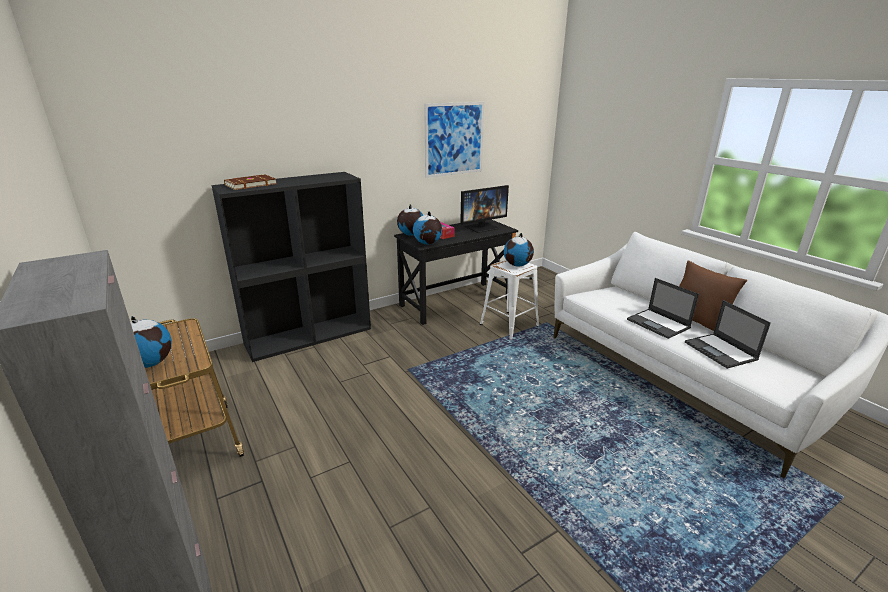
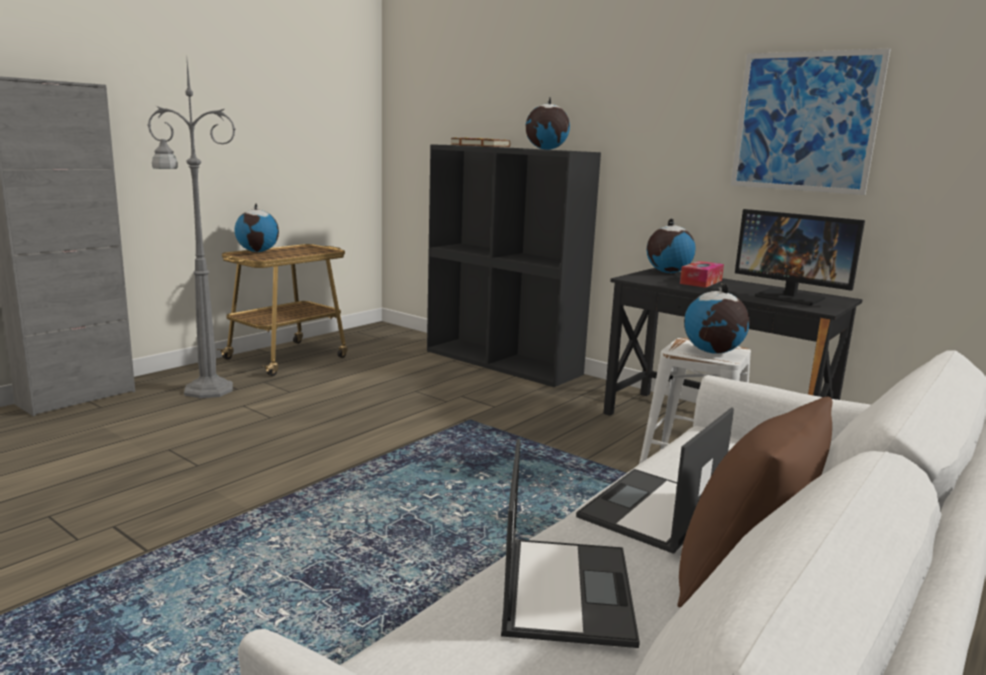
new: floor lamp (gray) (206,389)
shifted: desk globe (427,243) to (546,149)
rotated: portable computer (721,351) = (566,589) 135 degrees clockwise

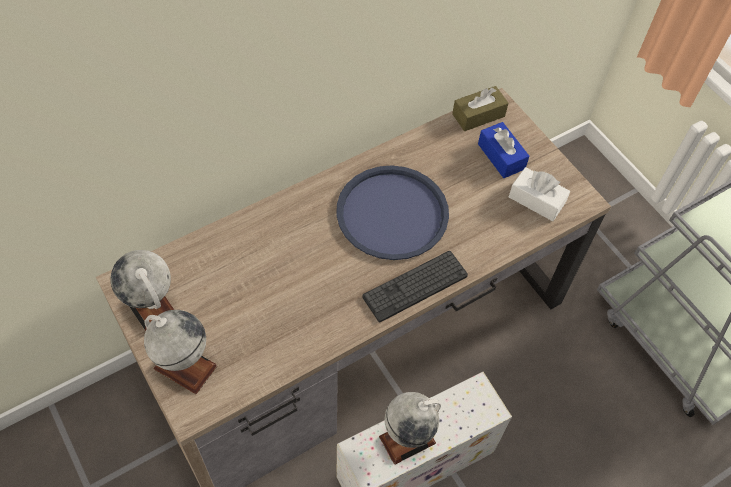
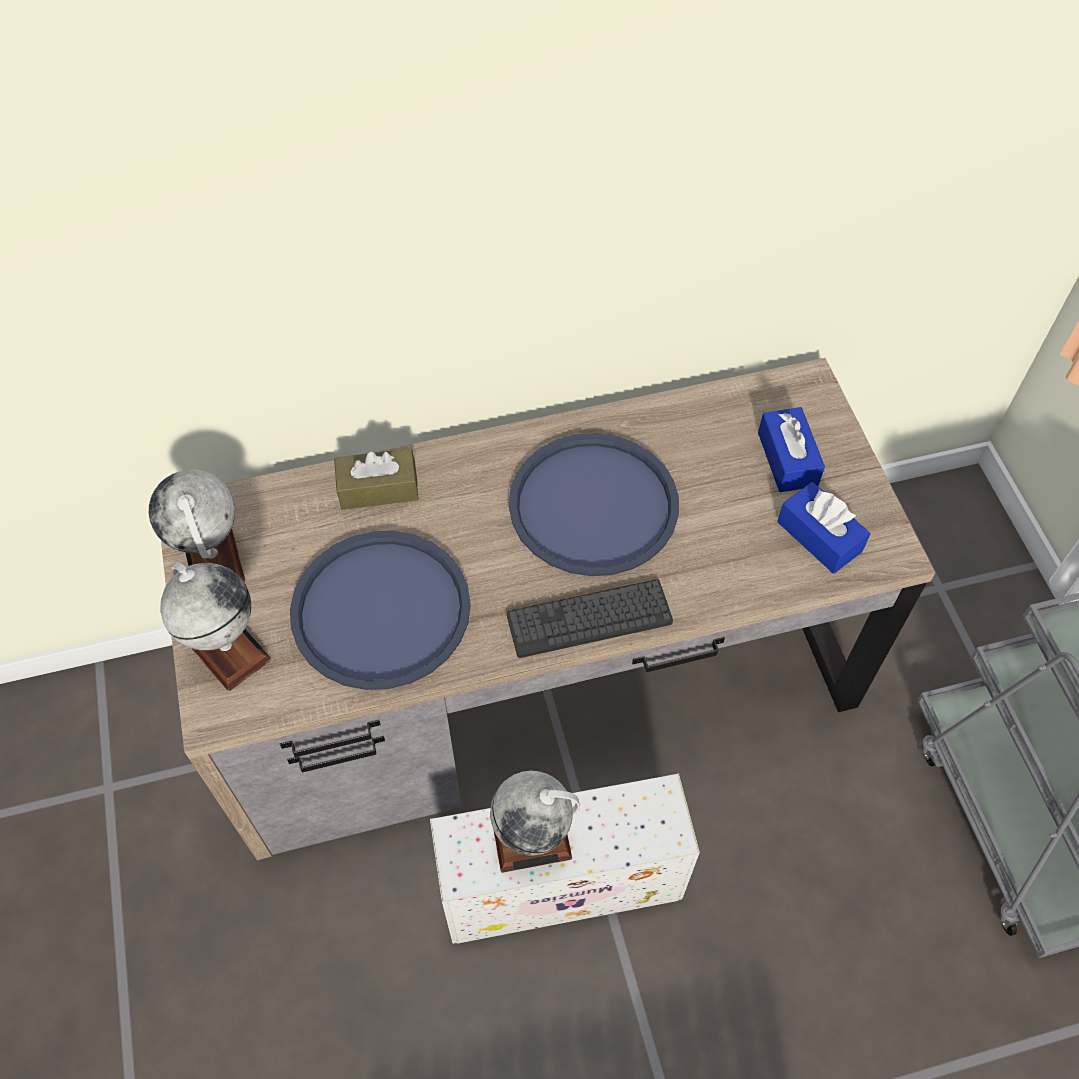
new: serving tray (bluish) (381,611)
shifted: box of tissues (brownish) (478,115) to (378,488)
repainted: box of tissues (whitish) (536,200) to box of tissues (bluish) (819,536)

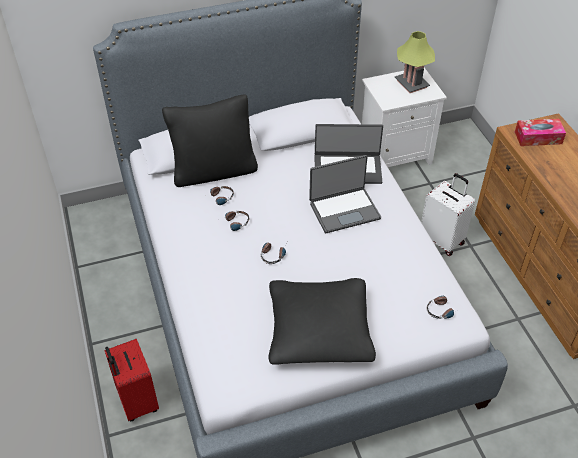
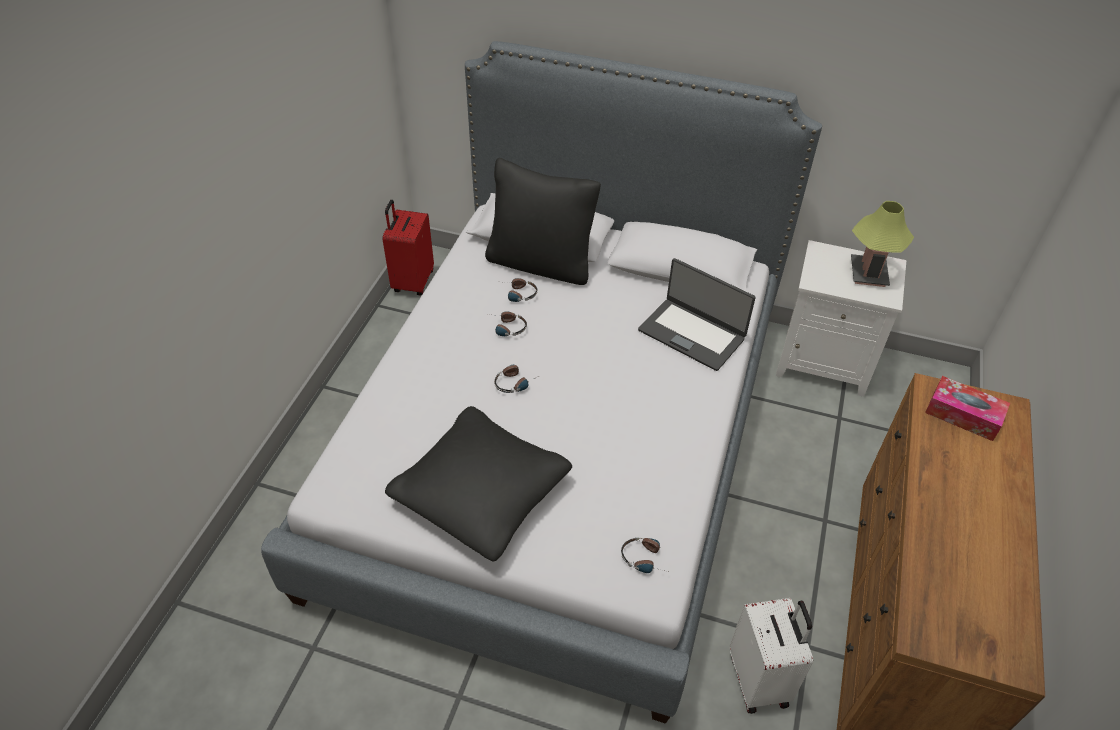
gone: portable computer (344,210)
shifted: travel case (red) (136,402) to (412,282); travel case (whitish) (442,240) to (760,680)

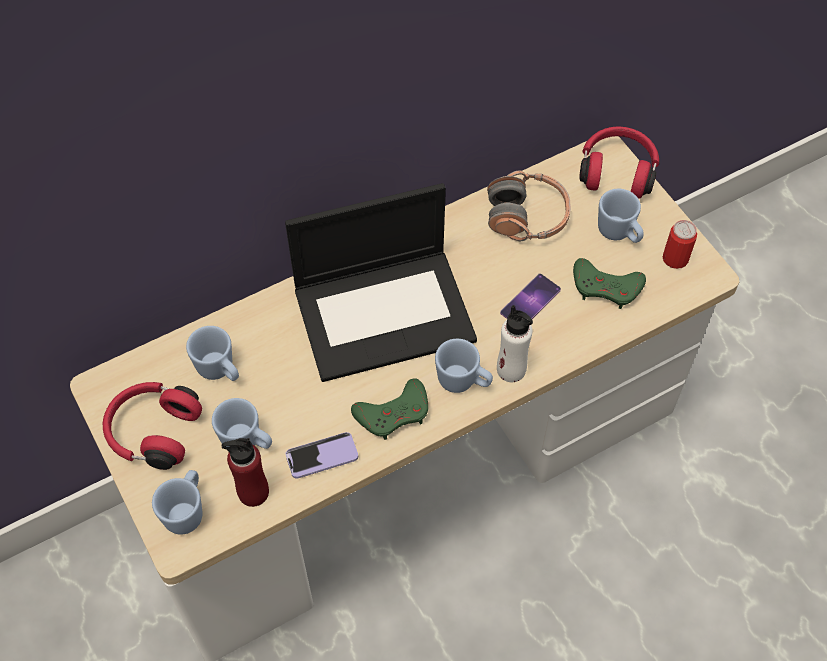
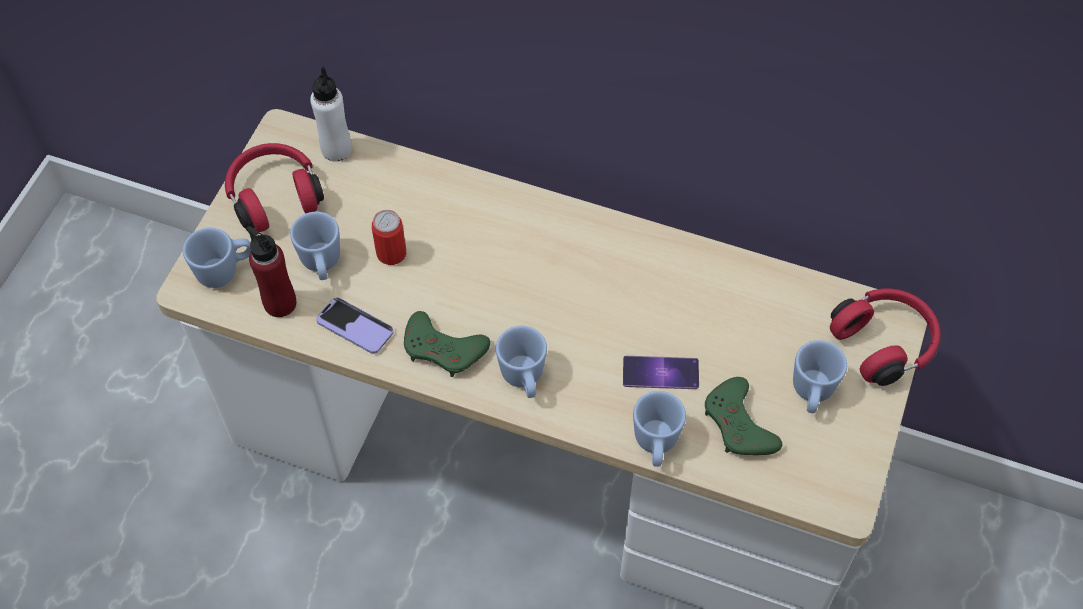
gone: portable computer (385,312); pair of headphones (527,216)
shifted: bottle (whitish) (511,369) to (336,149); metal can (675,258) to (391,253); tea mug (bluish) (220,371) to (655,445)

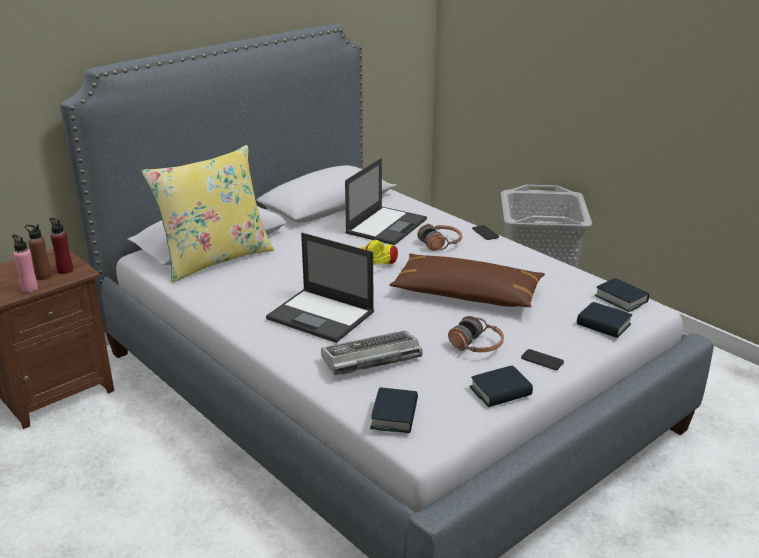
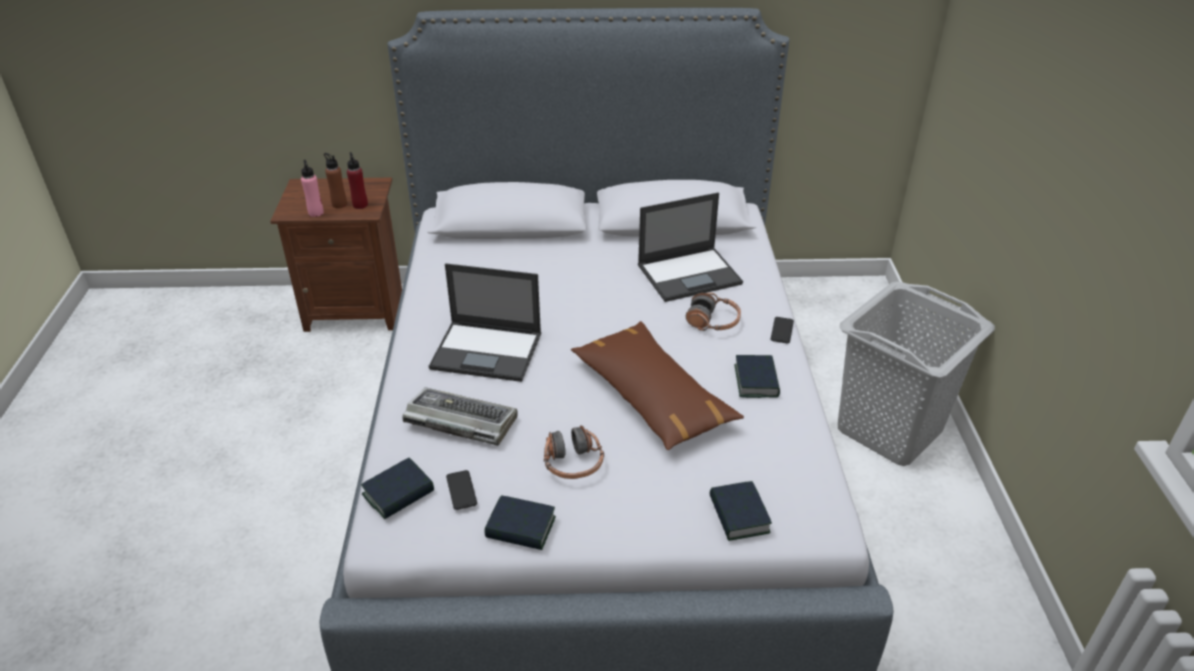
gone: cushion (yellow) (215,259); pair of headphones (yellow) (376,265)
shifted: phone (542,360) to (461,490); volume (621,299) to (756,381)
rotated: portable computer (322,316) = (488,351) 60 degrees counterclockwise

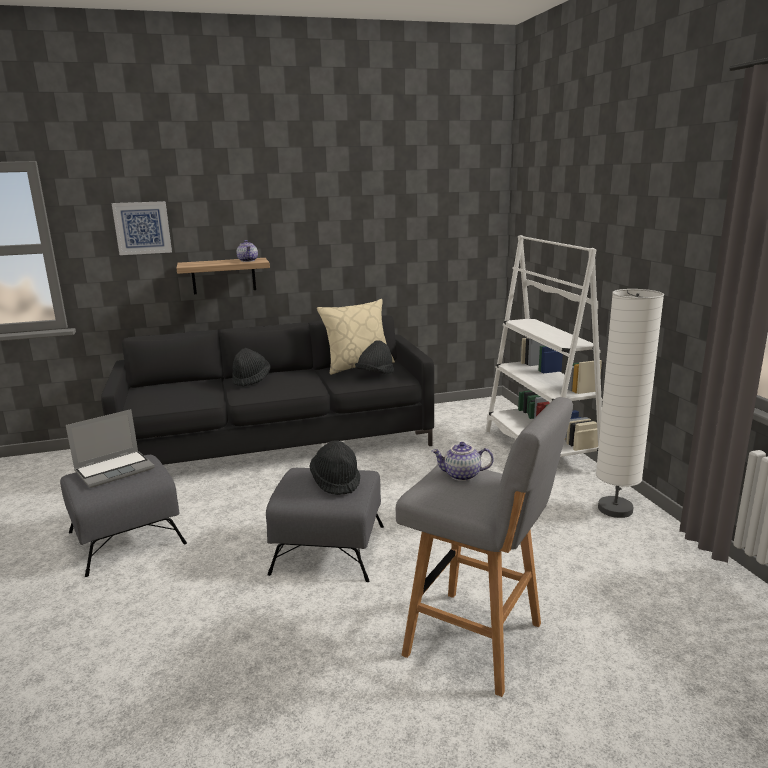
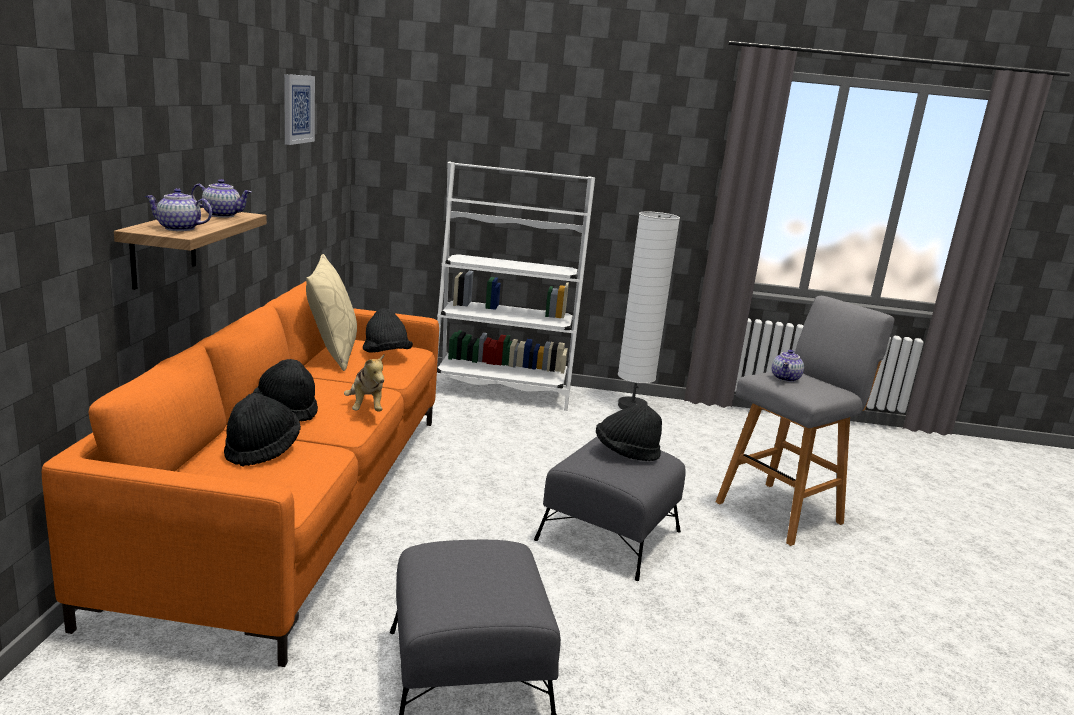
gone: portable computer (115,469)
new: tea pot (178,228); wearable hat (black) (262,450); soft toy (366,408)
shifted: wall art (142,228) to (297,109)
repainted: sofa (black) (279,444) to sofa (orange-coloured) (297,501)

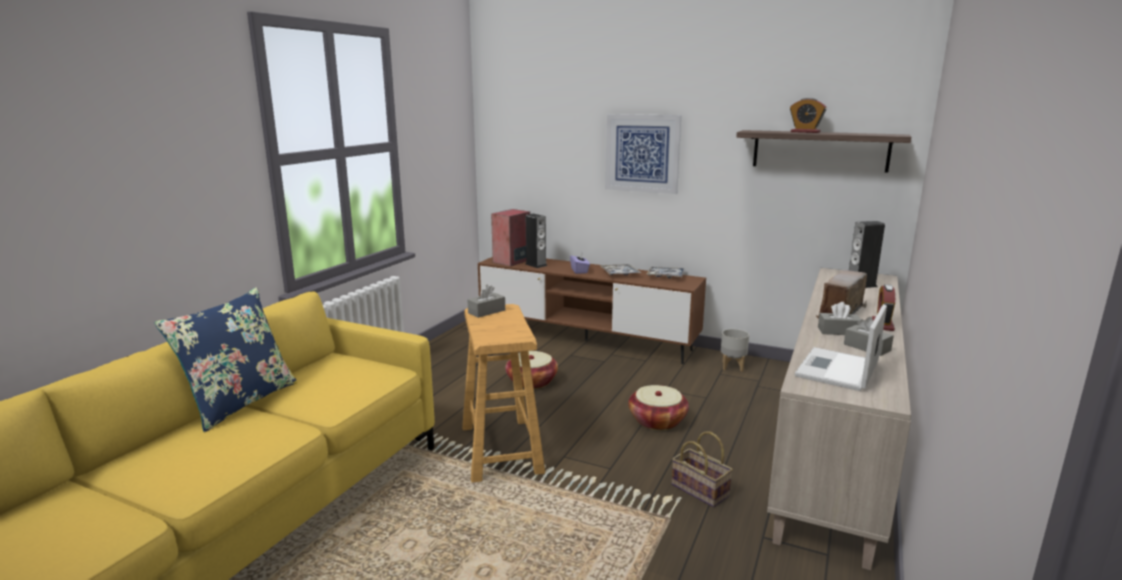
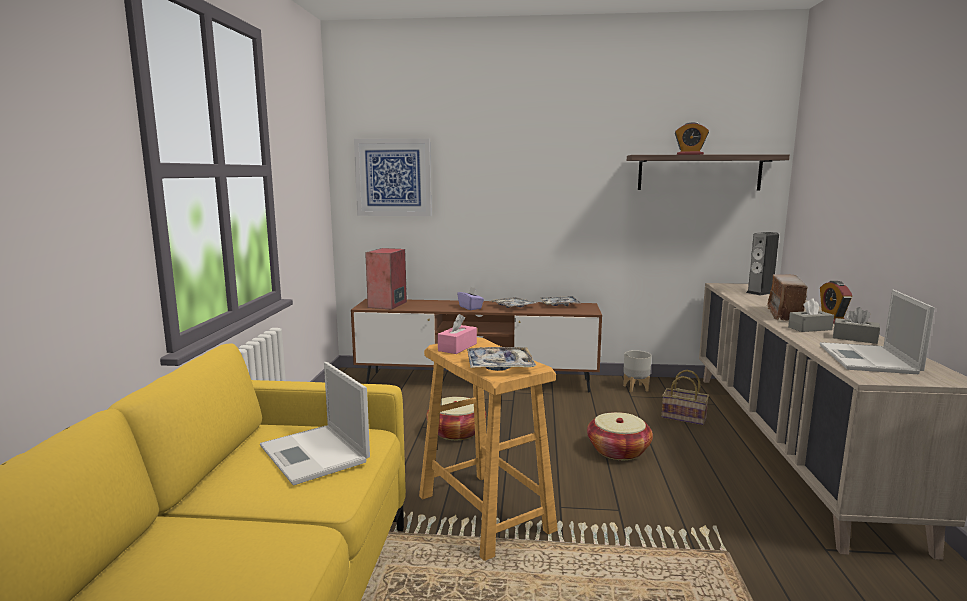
gone: cushion (bluish) (240,402); speaker (536,265)
new: portable computer (315,454); serving tray (499,366)
shifted: wall art (642,153) to (393,177); household basket (701,490) to (685,417)
repainted: box of tissues (gray) (486,311) to box of tissues (pink-coloured) (457,347)

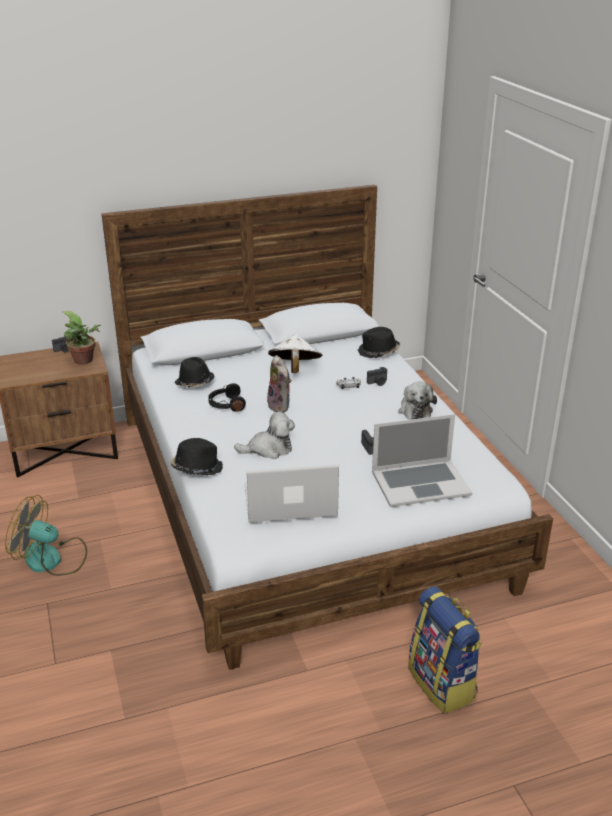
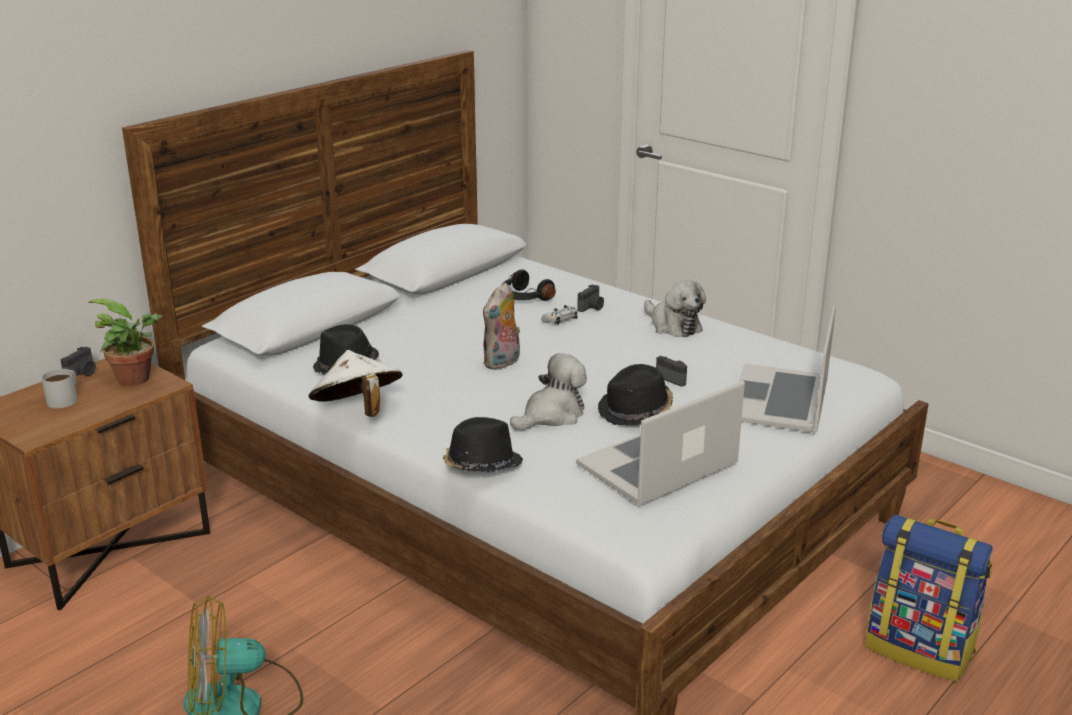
new: tea mug (whitish) (65,398)
shifted: wearable hat (whitish) (294,369) to (357,412); pair of headphones (black) (226,405) to (524,298); wearable hat (black) (378,352) to (636,411)
rotated: soft toy (280,406) = (502,363) 90 degrees clockwise; portable computer (420,482) = (780,399) 150 degrees clockwise

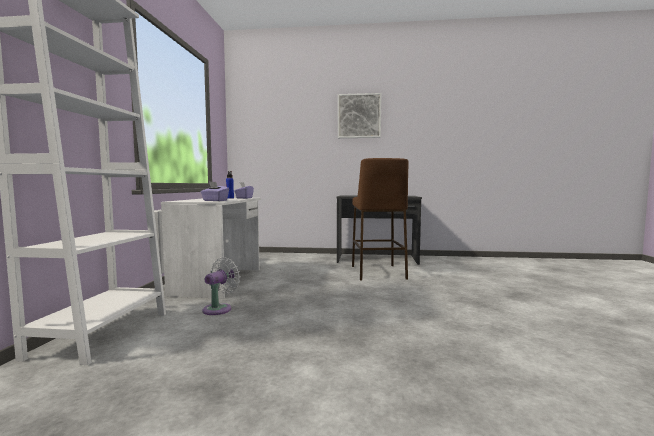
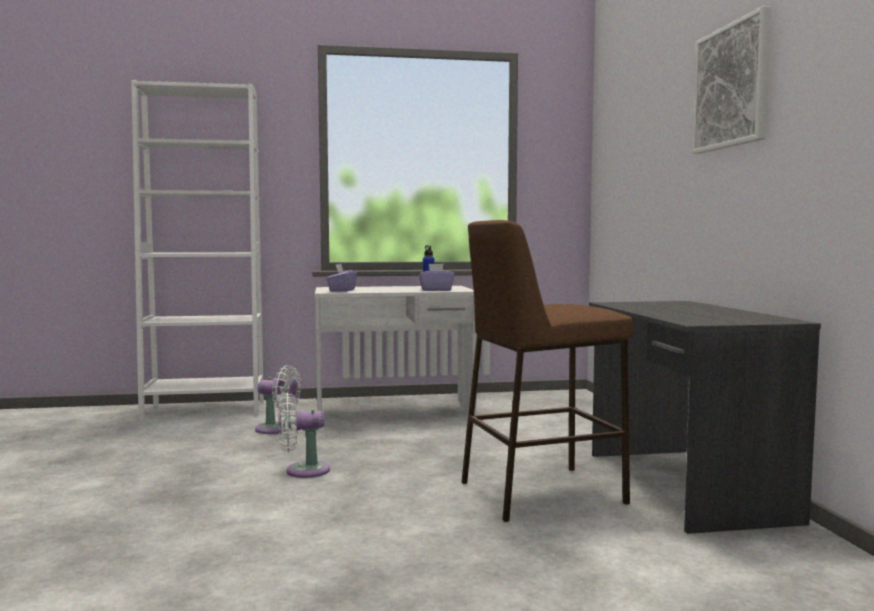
new: cooling fan (whitish) (302,471)

